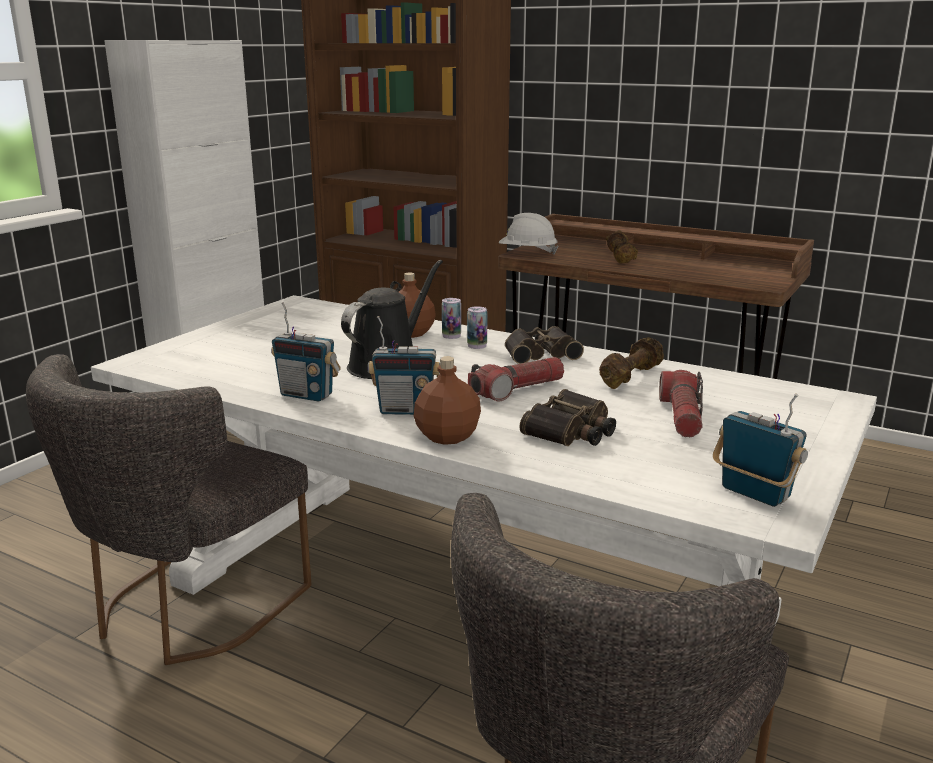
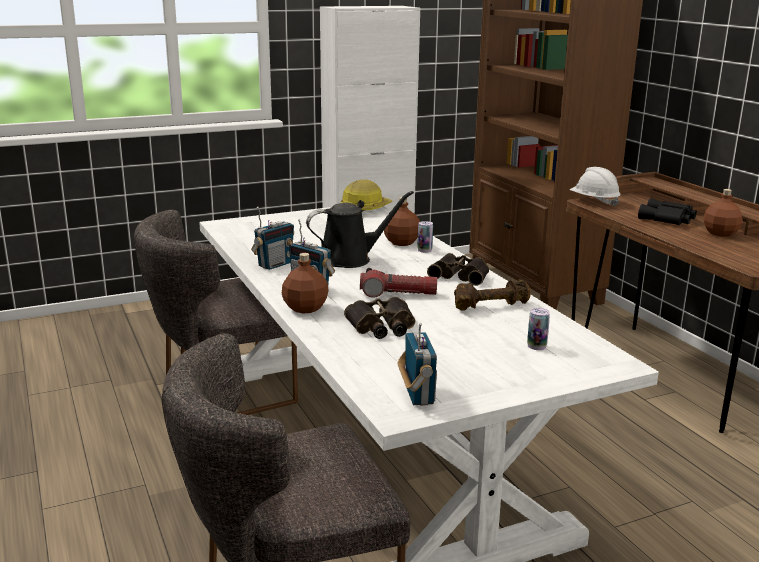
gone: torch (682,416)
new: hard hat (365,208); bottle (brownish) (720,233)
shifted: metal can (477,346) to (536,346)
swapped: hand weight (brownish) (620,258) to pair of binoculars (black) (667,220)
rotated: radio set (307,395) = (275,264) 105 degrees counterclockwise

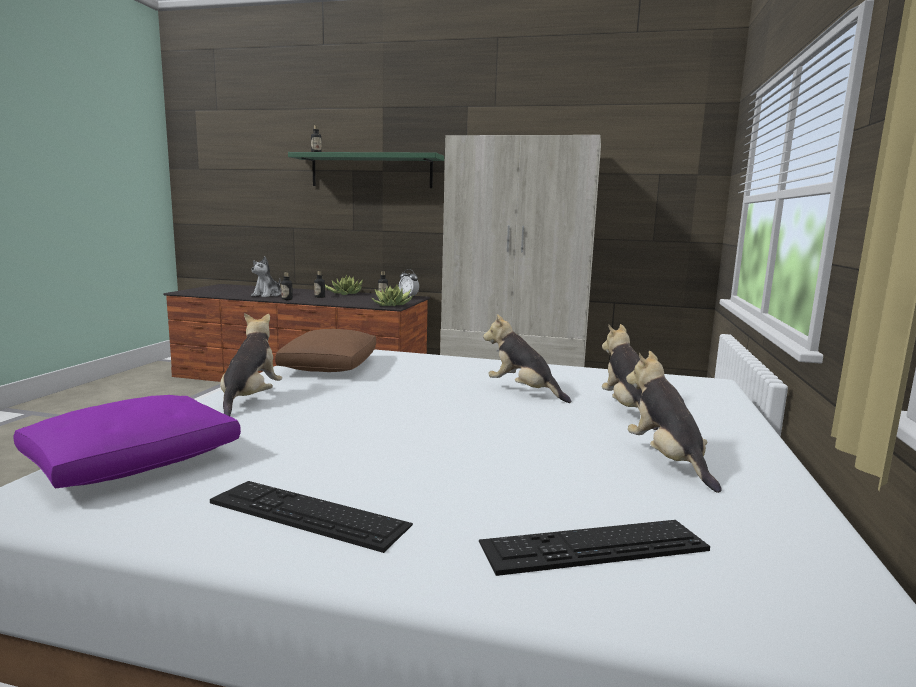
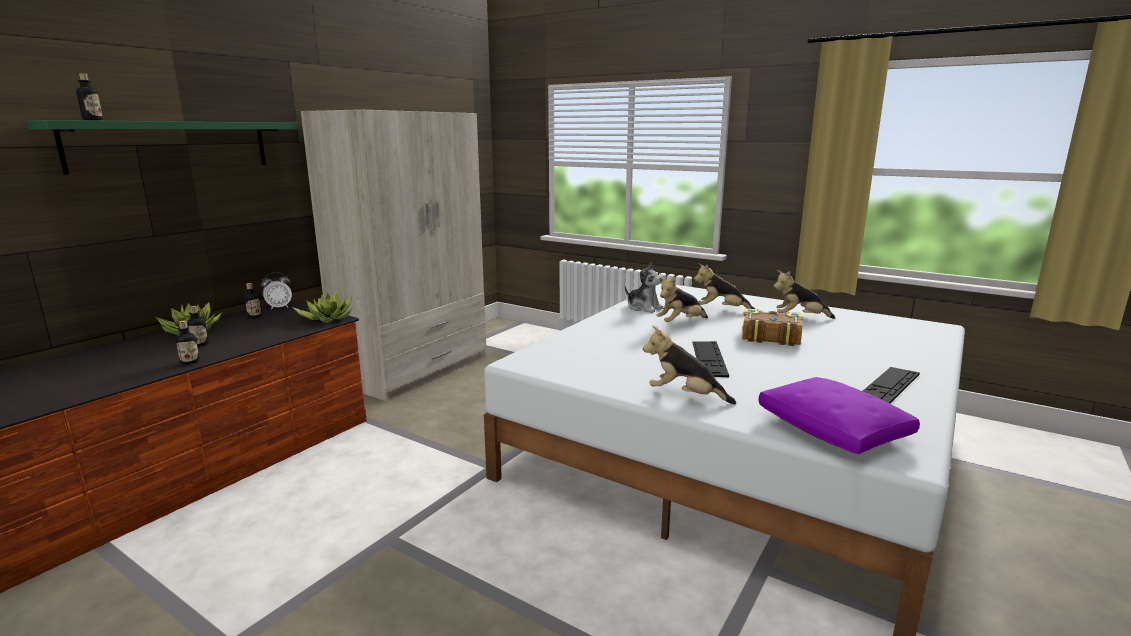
gone: cushion (brownish) (329,366)
new: volume (769,336)
shifted: soft toy (267,295) to (644,308); PC keyboard (593,546) to (709,358)

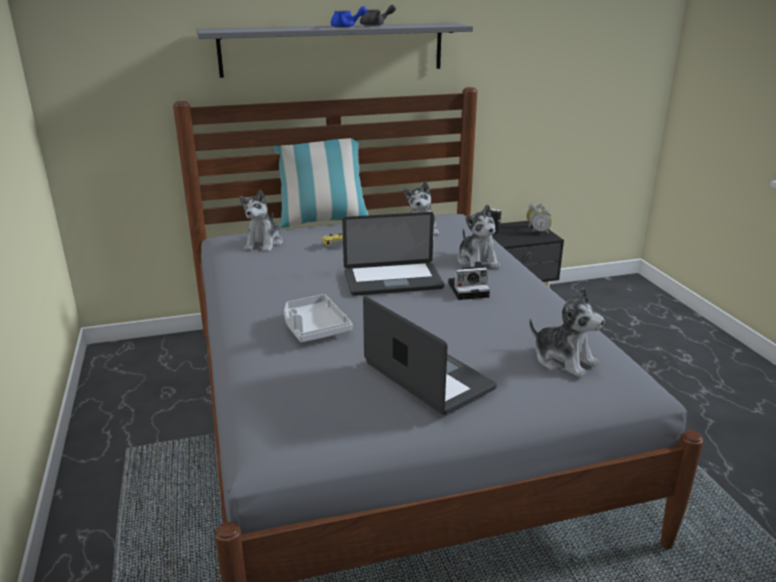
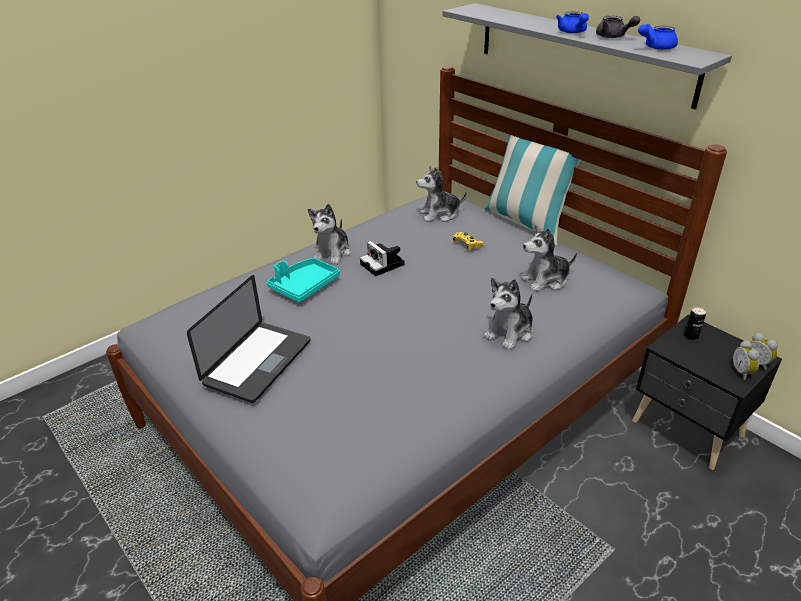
gone: portable computer (393,281)
new: tea pot (bluish) (655,47)
shifted: soft toy (563,360) to (332,253); still camera (470,289) to (383,265)
repainted: serving tray (gray) (314,327) to serving tray (blue-green) (304,286)

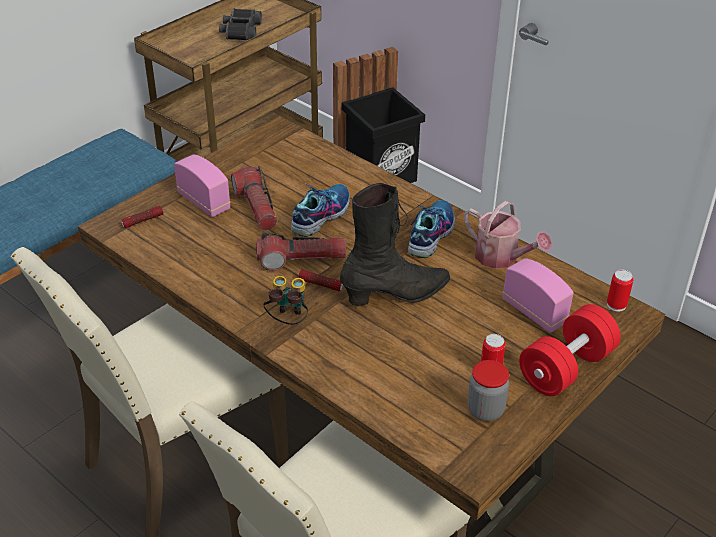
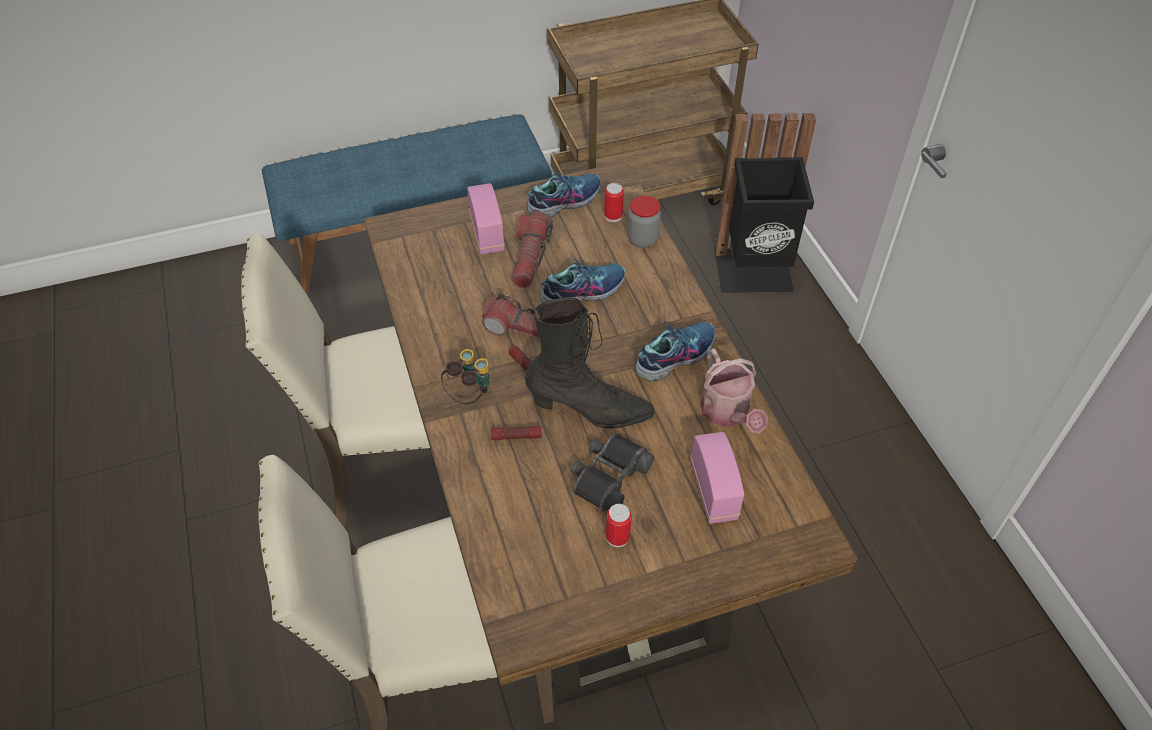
gone: hand weight (red) (566,368)
new: low shoe (564,201)
shifted: torch (142,221) to (516,437); pair of binoculars (black) (240,31) to (608,476); metal can (616,305) to (613,216); preserve jar (485,410) to (642,239)

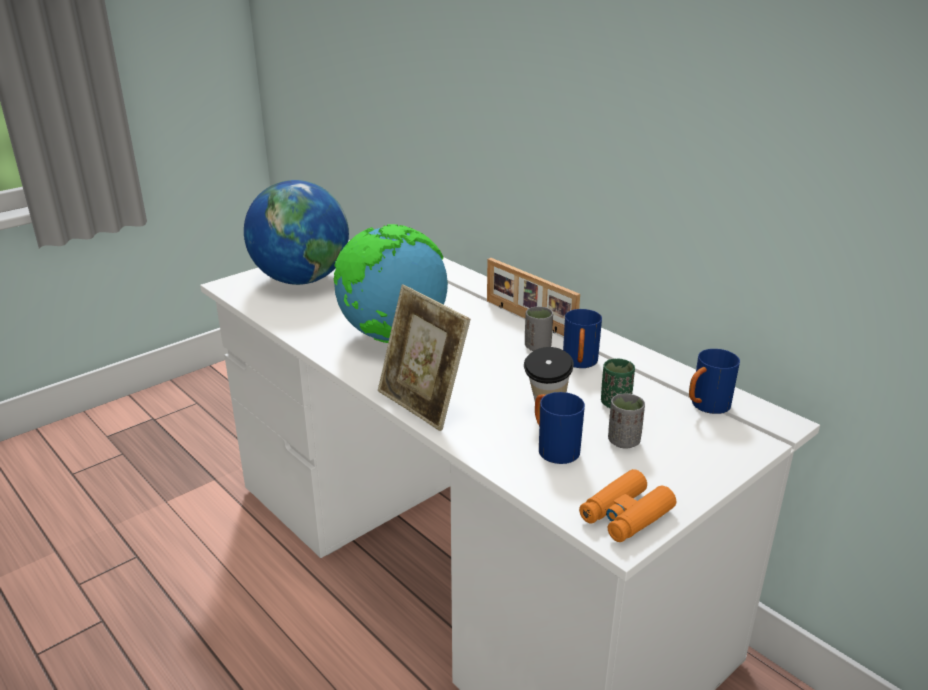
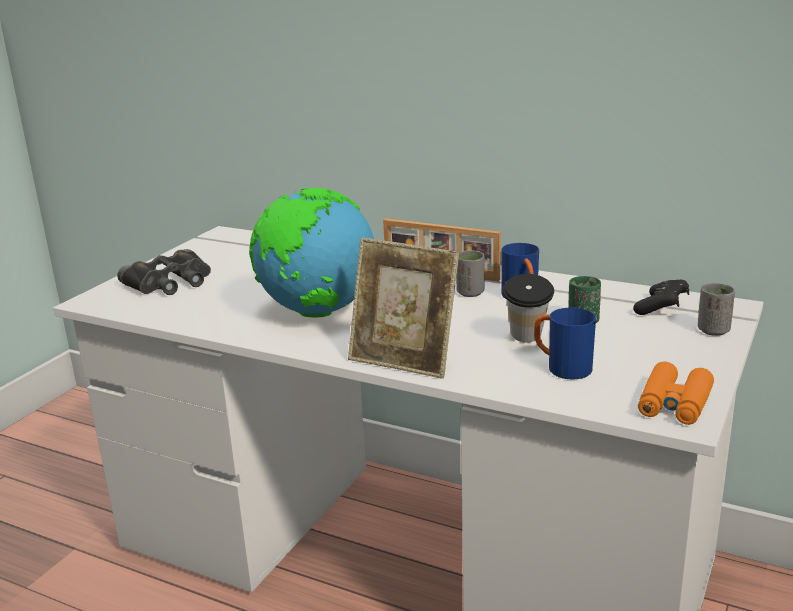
shifted: small cup (gray) (623,441) to (713,330)
swapped: desk globe (301,280) to pair of binoculars (black) (170,282); tea mug (bluish) (705,407) to gamepad (black) (661,308)

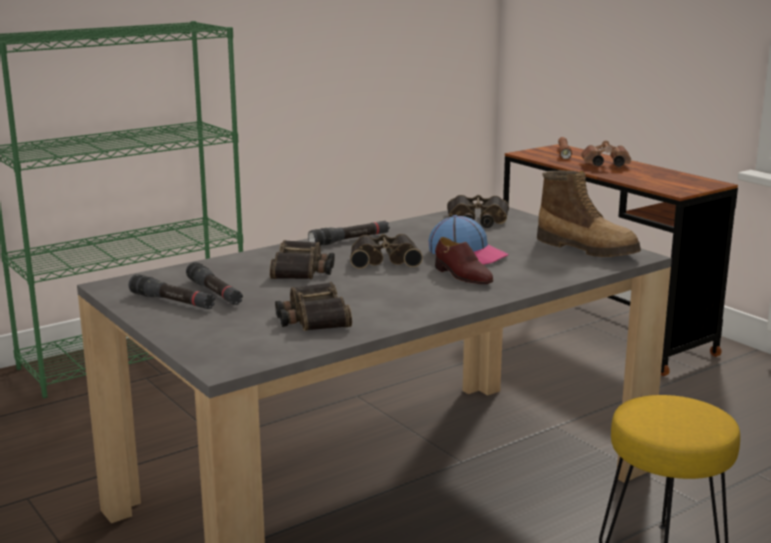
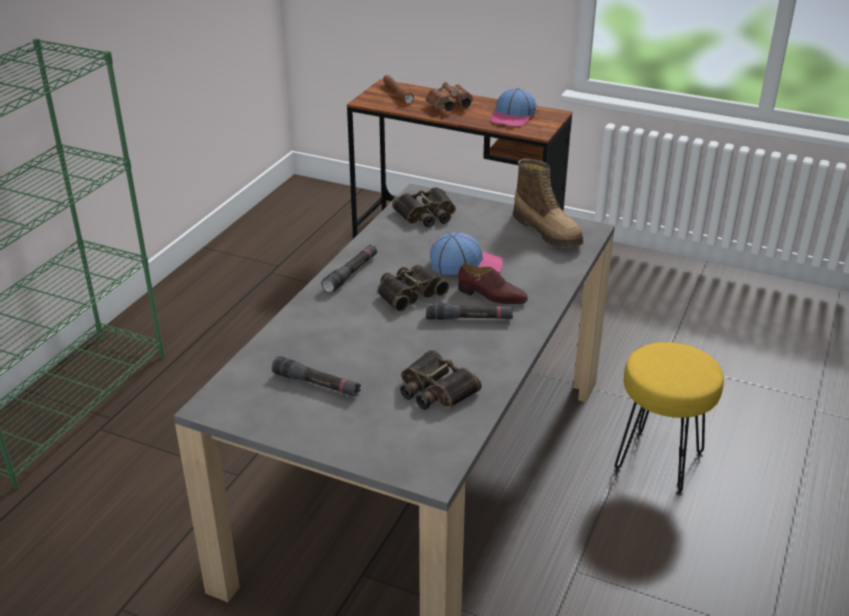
gone: pair of binoculars (302,270)
new: peaked cap (513,116)
shifted: torch (black) (172,301) to (469,318)
rotated: tall boot (588,249) = (548,231) 45 degrees clockwise

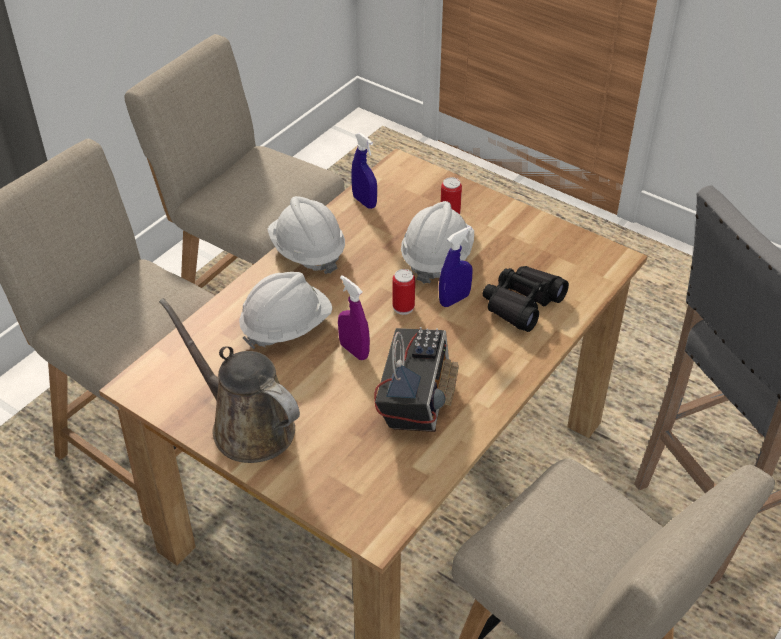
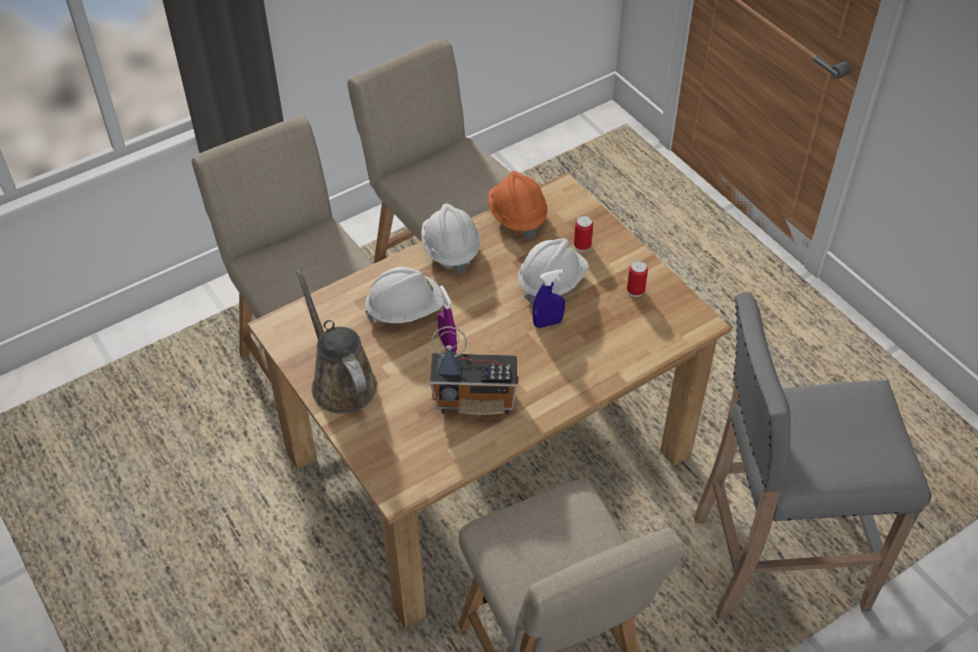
gone: pair of binoculars (black) (522,303)
shifted: metal can (403,307) to (635,290)
swapped: sprayer (bluish) (364,202) to hard hat (orange-coloured) (517,216)
rotated: radio set (416,401) = (475,399) 60 degrees clockwise

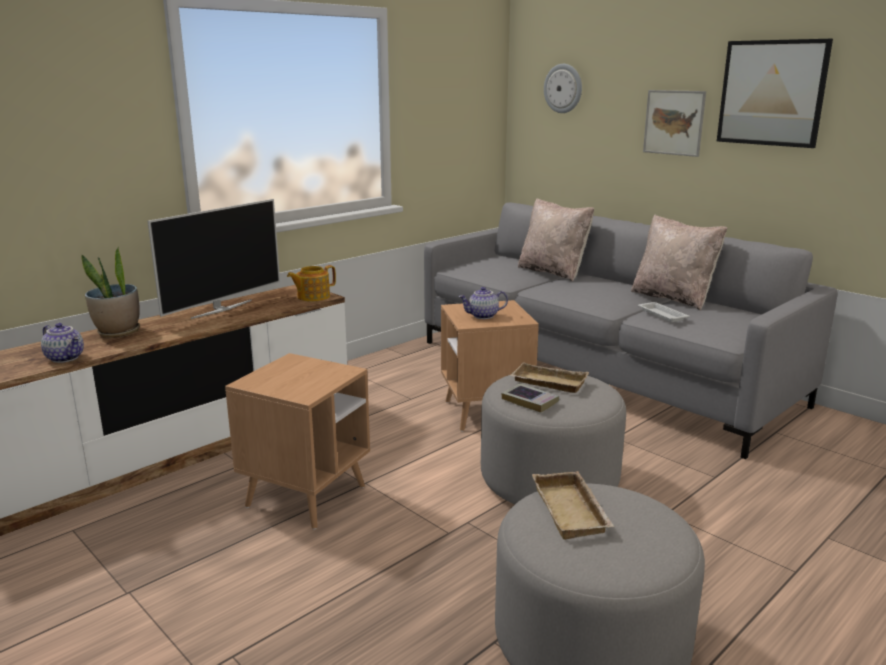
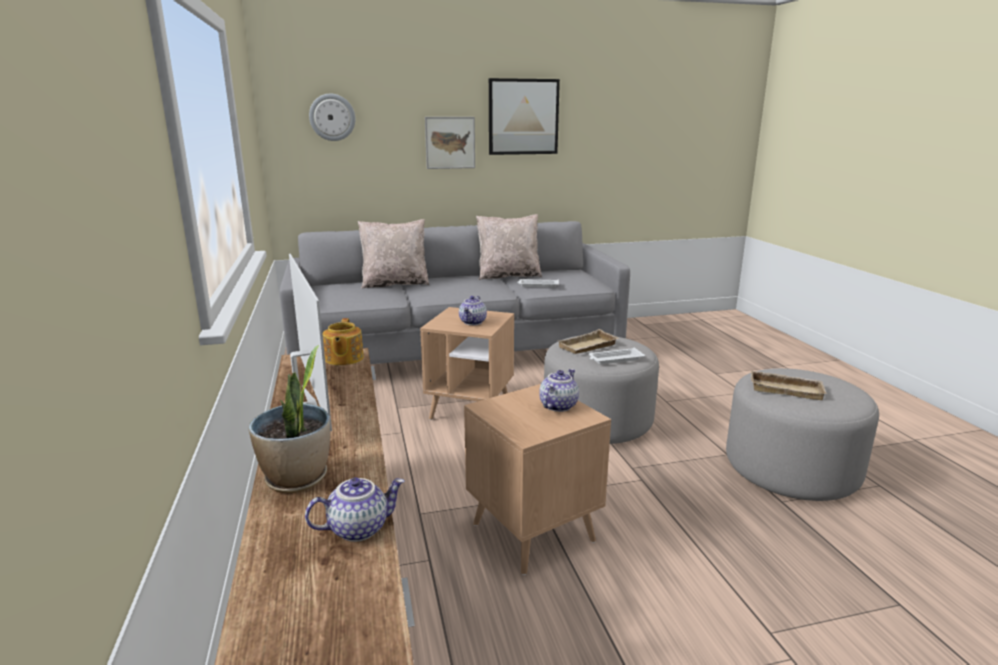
new: tea pot (557,405)
swapped: volume (530,401) to serving tray (whitish) (615,359)

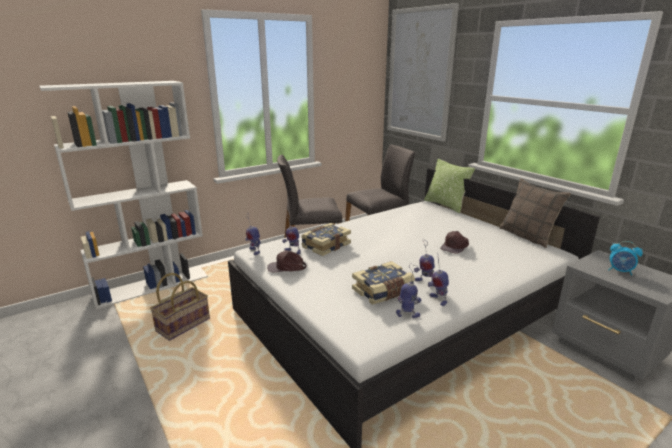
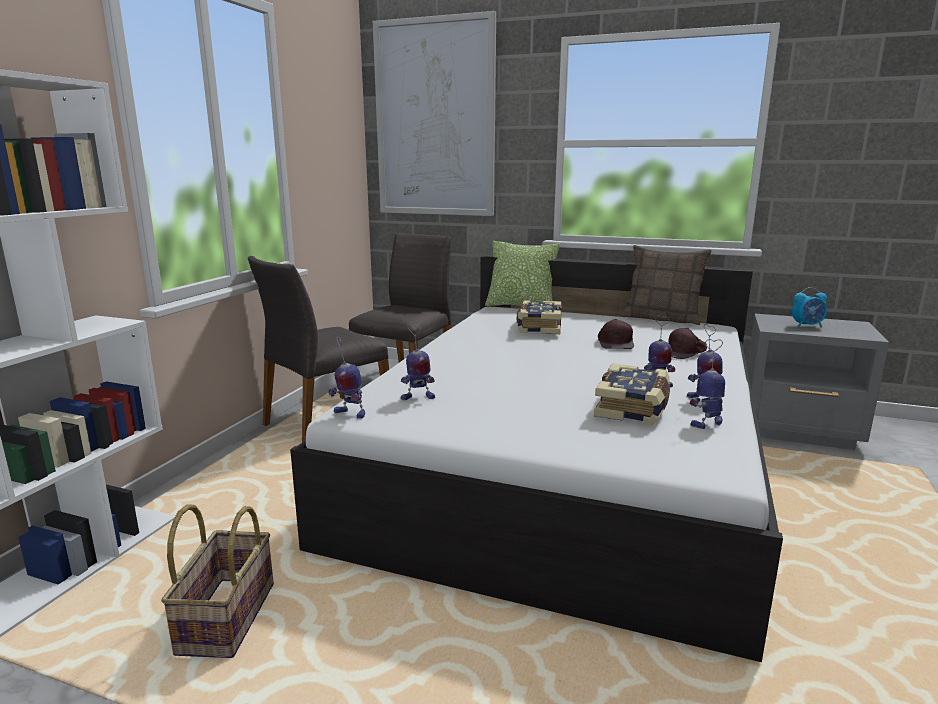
shifted: volume (325,245) to (538,327); peaked cap (brownish) (286,267) to (683,352)

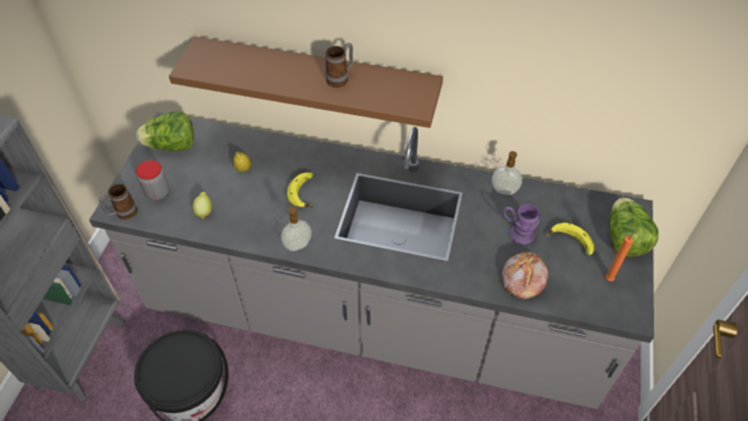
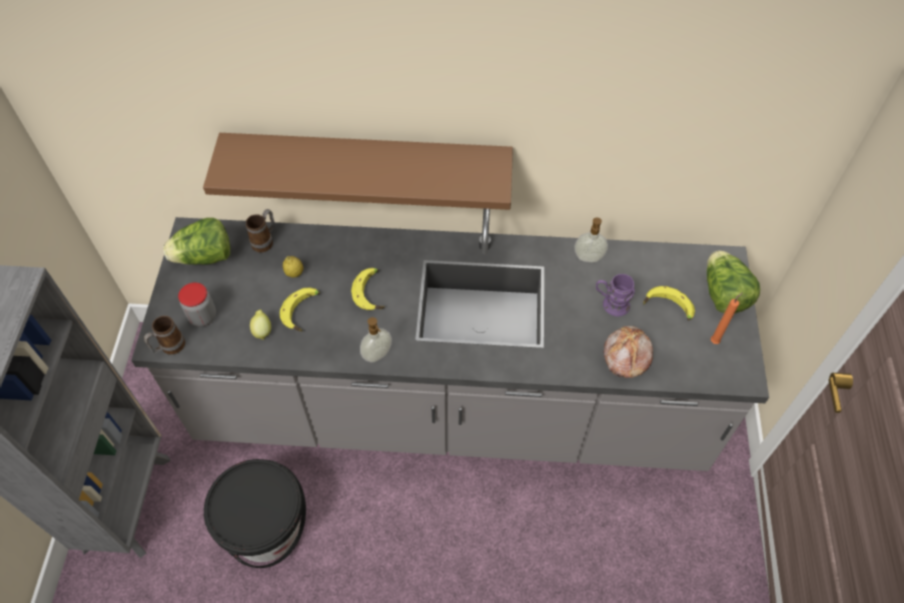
new: banana fruit (303,312)
shifted: tea mug (341,78) to (265,241)

